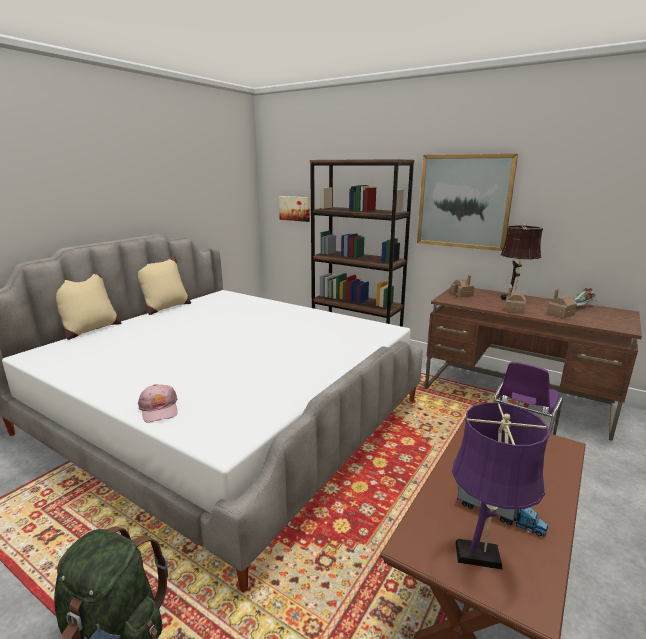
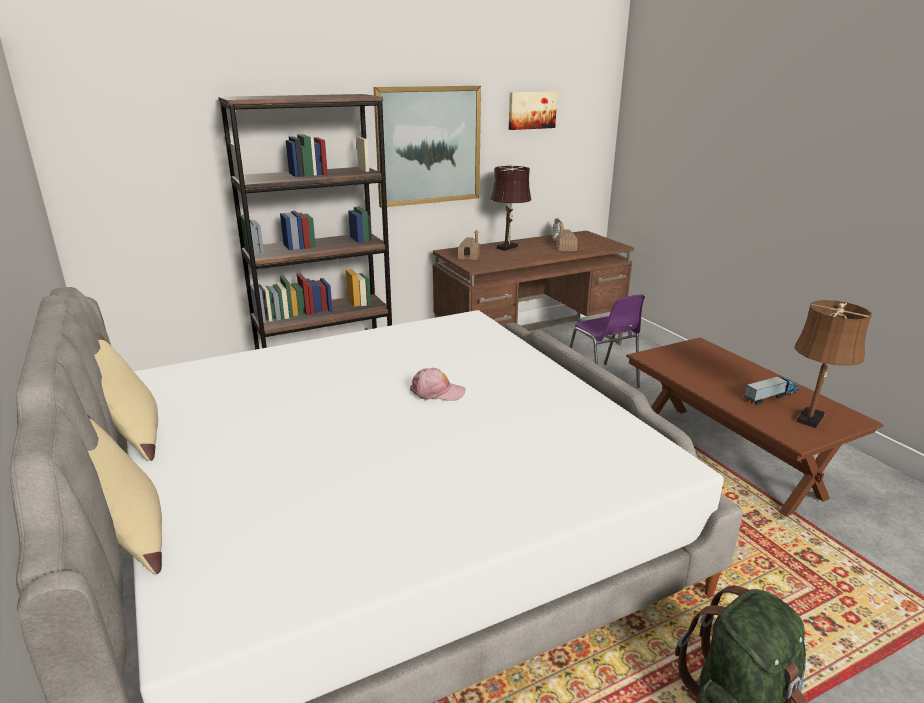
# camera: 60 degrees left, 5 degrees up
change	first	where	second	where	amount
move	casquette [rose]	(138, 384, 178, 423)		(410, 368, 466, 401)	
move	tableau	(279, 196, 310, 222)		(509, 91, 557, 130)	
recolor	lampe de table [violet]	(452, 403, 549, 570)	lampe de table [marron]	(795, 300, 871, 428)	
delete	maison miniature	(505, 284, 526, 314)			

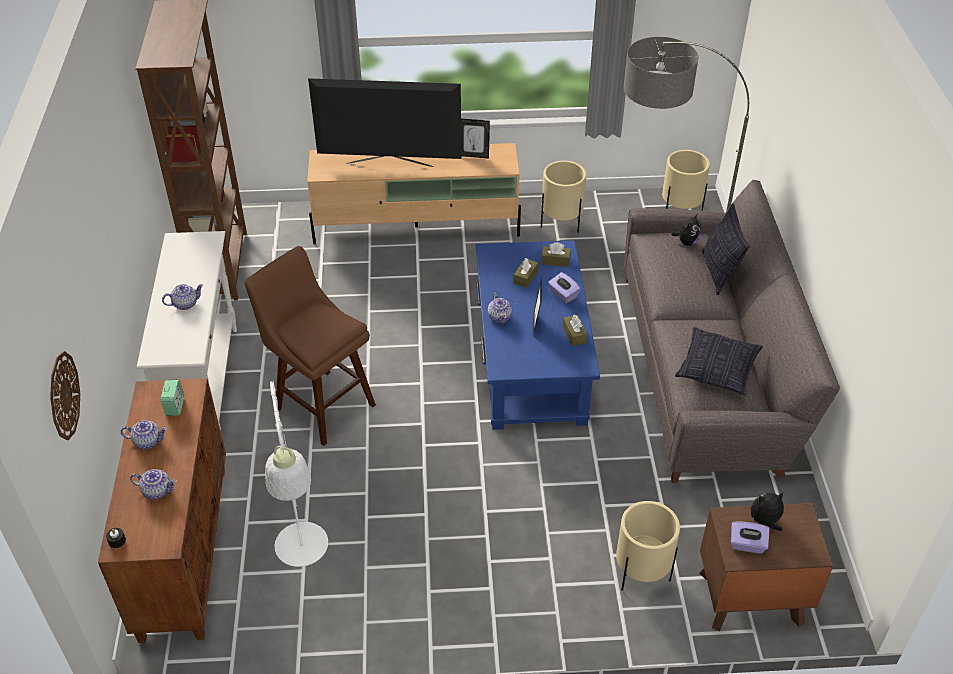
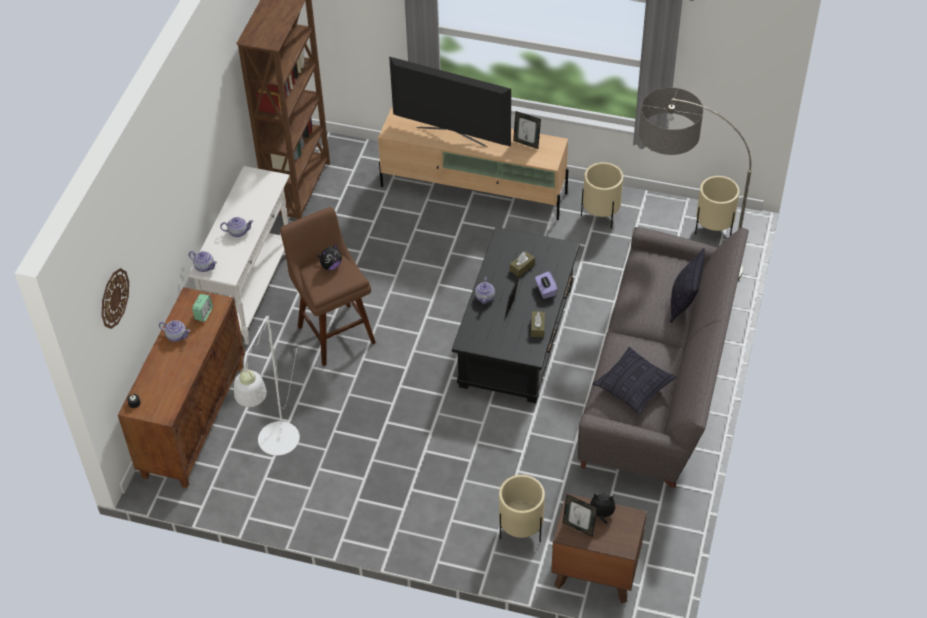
# camera: 20 degrees right, 5 degrees up
change	first	where	second	where	amount
move	théière	(130, 469, 177, 499)		(189, 251, 217, 272)	
move	peluche	(671, 213, 702, 246)		(317, 244, 342, 270)	
recolor	table basse [bleu]	(476, 240, 600, 430)	table basse [noir]	(452, 227, 580, 403)	
replace	boîte à mouchoirs [violet]	(731, 521, 770, 554)	cadre photo	(563, 494, 597, 537)	
delete	boîte à mouchoirs [marron]	(541, 242, 571, 267)			

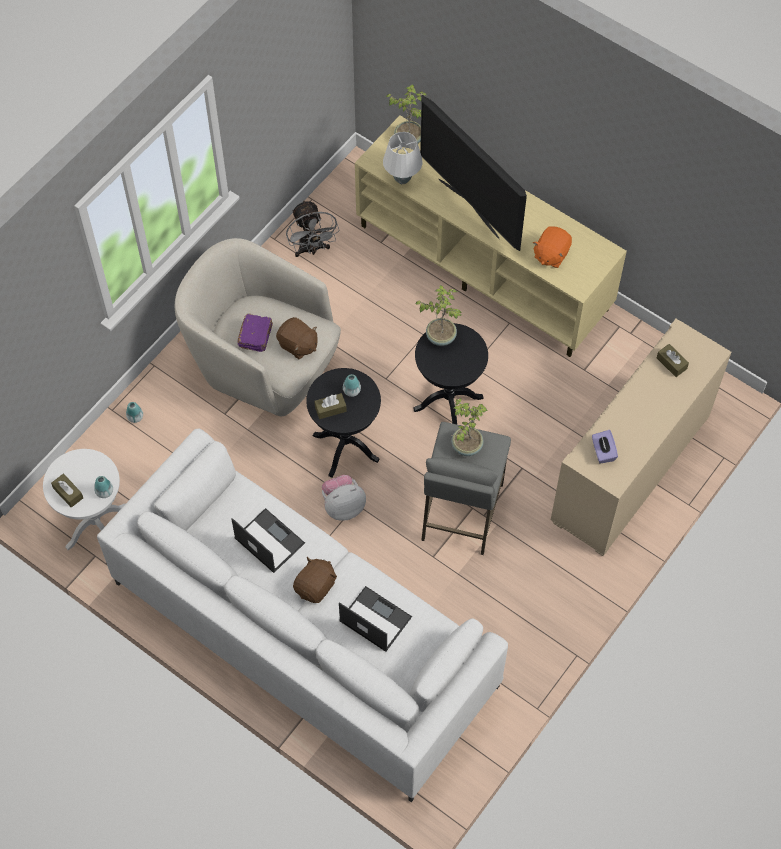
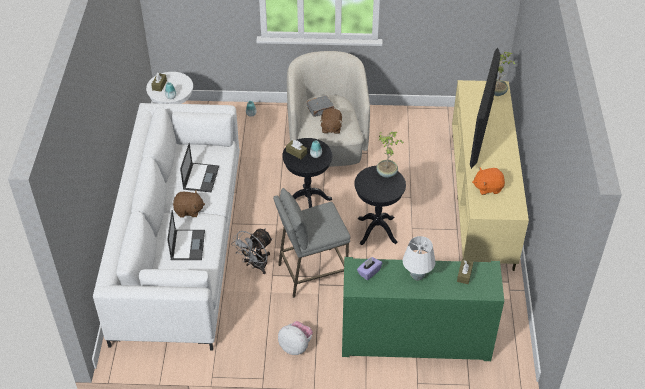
# camera: 55 degrees right, 15 degrees down
change	first	where	second	where	amount
move	ventilateur [gris]	(286, 200, 340, 257)		(231, 228, 273, 274)	
move	peluche	(322, 475, 366, 521)		(278, 321, 313, 355)	
recolor	livre [violet]	(237, 314, 273, 352)	livre [gris]	(307, 95, 334, 117)	
recolor	meuble de rangement [beige]	(551, 319, 731, 556)	meuble de rangement [vert]	(342, 257, 504, 361)	
move	lampe de table [blanc]	(383, 132, 423, 184)		(403, 236, 436, 281)	
delete	plante en pot	(451, 398, 488, 456)			

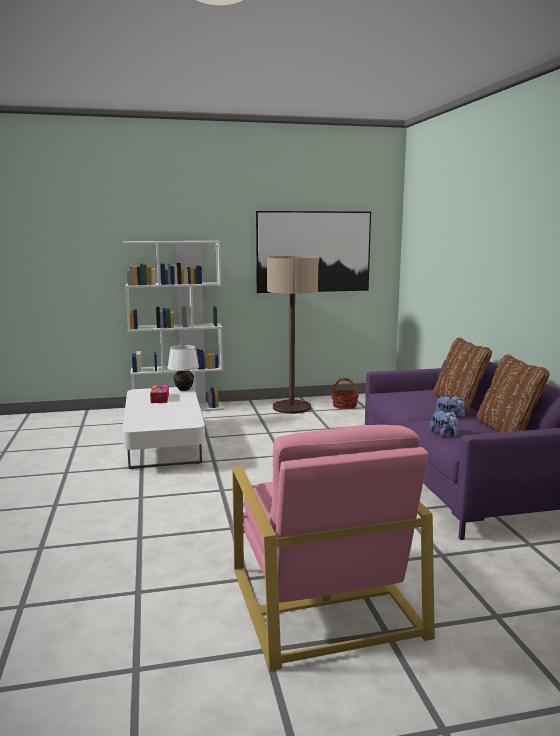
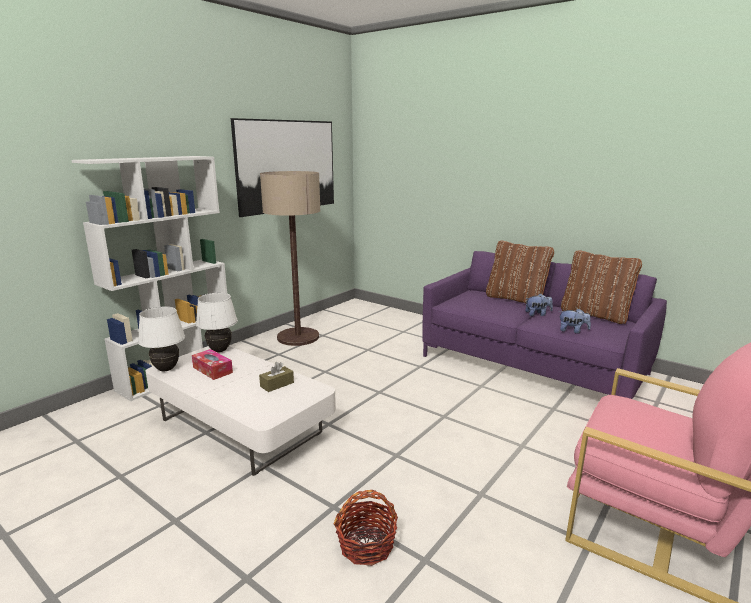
# camera: 40 degrees left, 5 degrees up
change	first	where	second	where	amount
insert			lampe de table [blanc]	(138, 307, 185, 371)	
insert			boîte à mouchoirs [marron]	(259, 362, 294, 392)	
move	panier	(331, 378, 359, 409)		(334, 490, 398, 566)	

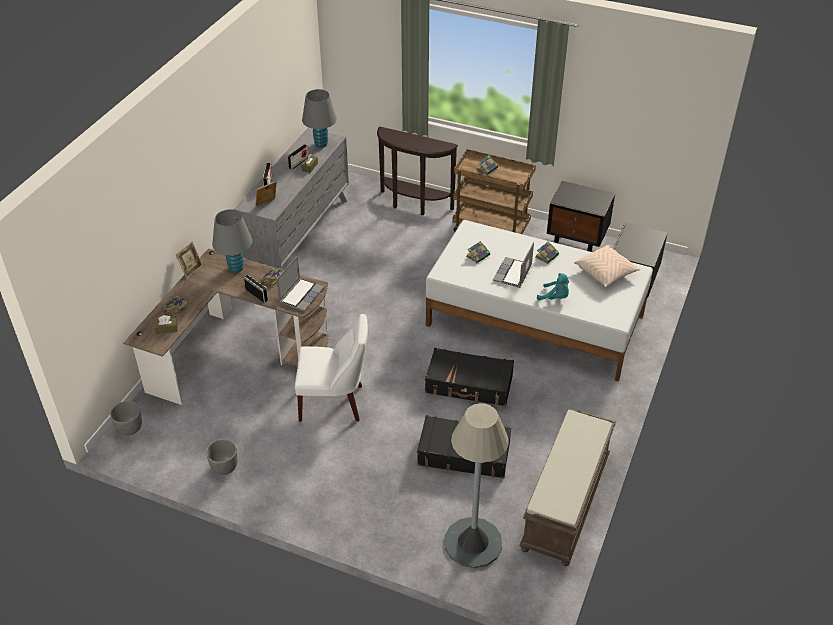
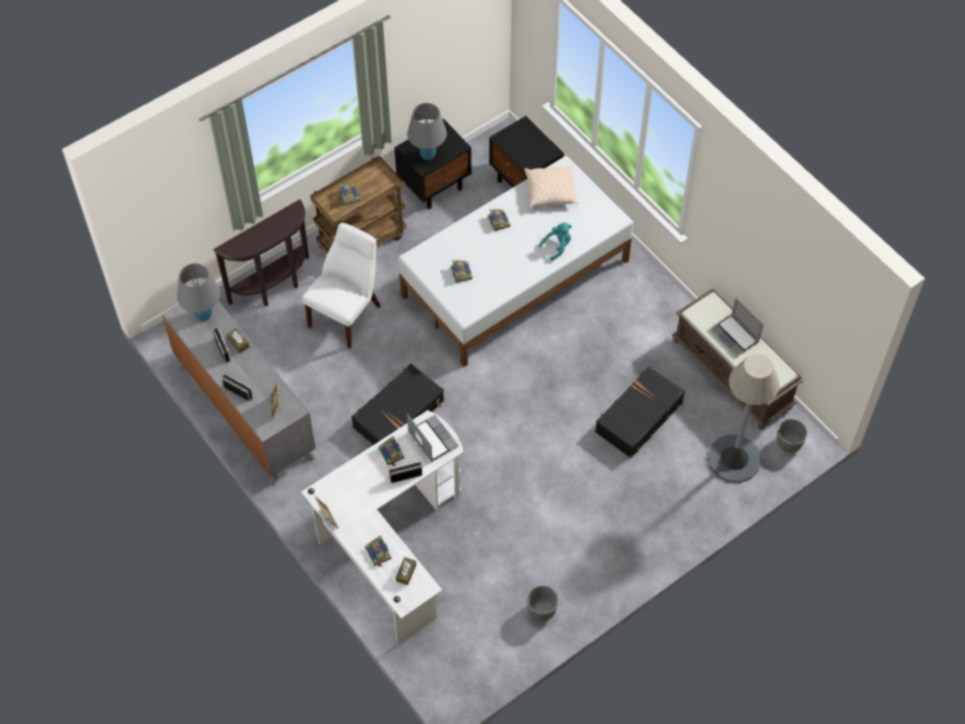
# camera: 60 degrees left, 15 degrees up
change	first	where	second	where	amount
recolor	bureau [marron]	(123, 249, 329, 405)	bureau [blanc]	(301, 410, 464, 645)	
move	chaise [blanc]	(295, 314, 368, 422)		(302, 223, 381, 349)	
move	valise [noir]	(425, 348, 514, 406)		(351, 363, 444, 445)	
move	lampe de table [gris]	(212, 209, 252, 273)		(407, 103, 447, 160)	
move	ordinateur portable	(493, 242, 534, 288)		(709, 297, 764, 357)	
move	cache-pot [gris]	(110, 401, 142, 436)		(777, 419, 808, 453)	

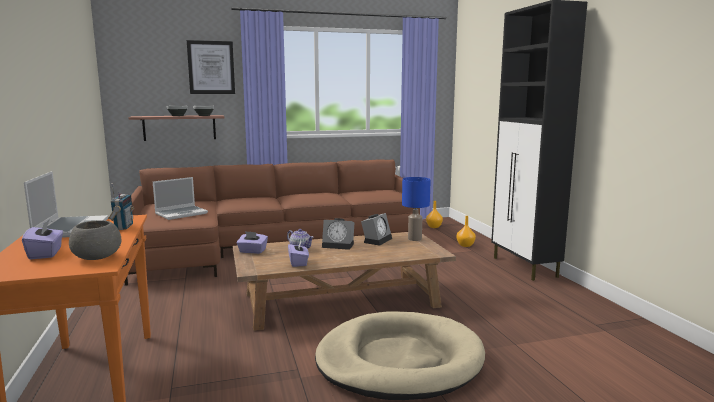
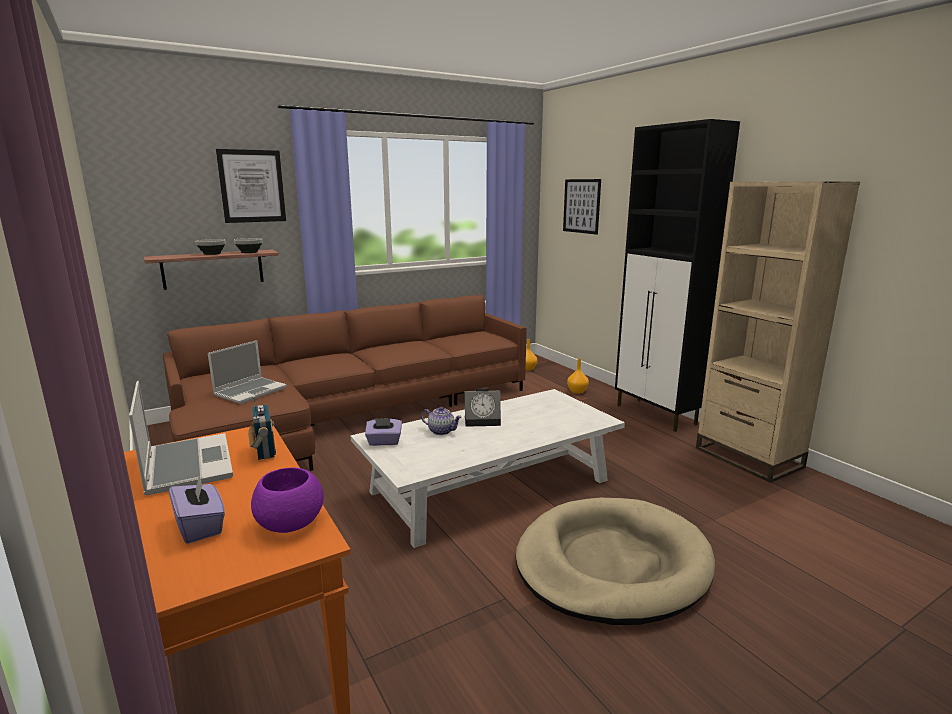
# camera: 15 degrees left, 5 degrees up
change	first	where	second	where	amount
recolor	bol [gris]	(69, 220, 121, 260)	bol [violet]	(251, 468, 324, 533)	
recolor	table basse [marron]	(233, 232, 456, 331)	table basse [blanc]	(351, 389, 625, 548)	
insert			tableau	(563, 179, 601, 235)	
insert			bibliothèque [beige]	(696, 182, 860, 483)	
delete	boîte à mouchoirs [violet]	(288, 241, 309, 267)			
delete	réveil	(361, 213, 392, 246)			
delete	lampe de table [bleu]	(402, 177, 431, 241)			

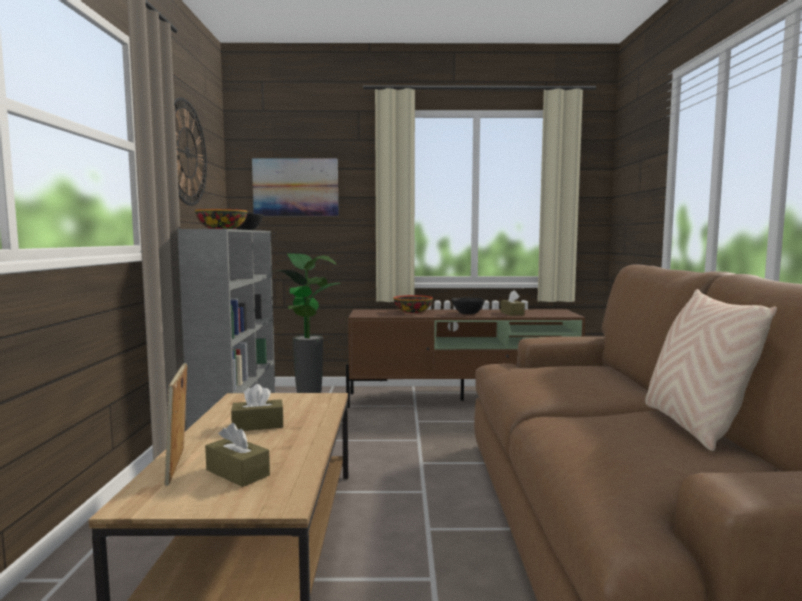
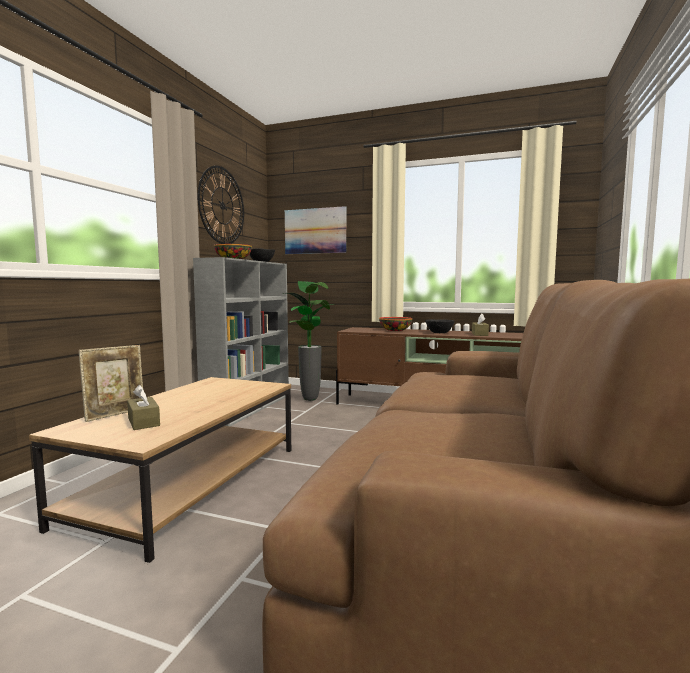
# camera: 20 degrees right, 0 degrees up
change	first	where	second	where	amount
rotate	cadre photo	(164, 363, 187, 486)		(79, 345, 143, 422)	150 degrees counterclockwise
delete	boîte à mouchoirs [marron]	(231, 384, 283, 431)			
delete	coussin [beige]	(645, 289, 777, 451)			

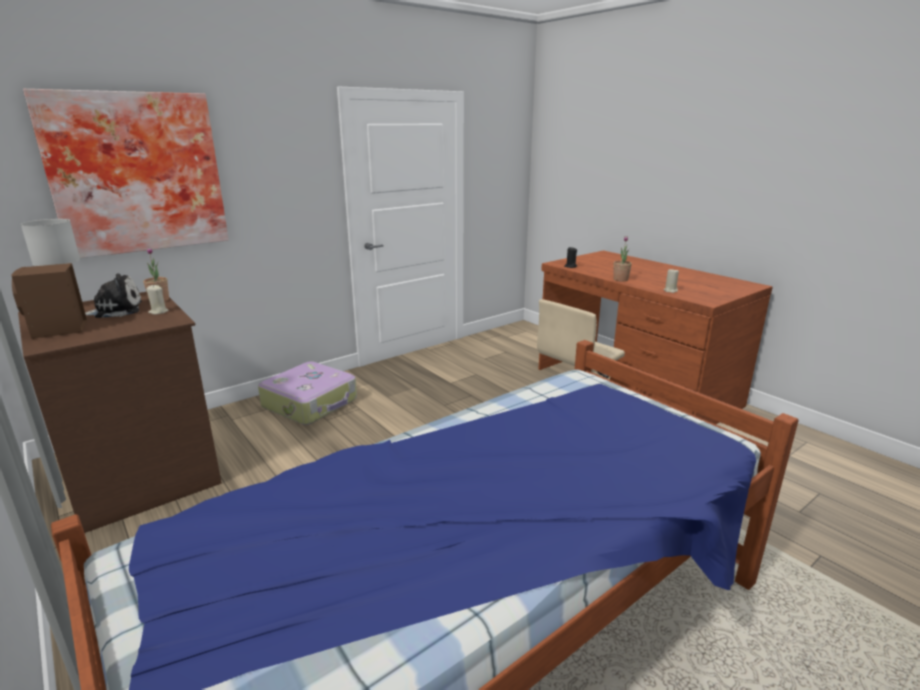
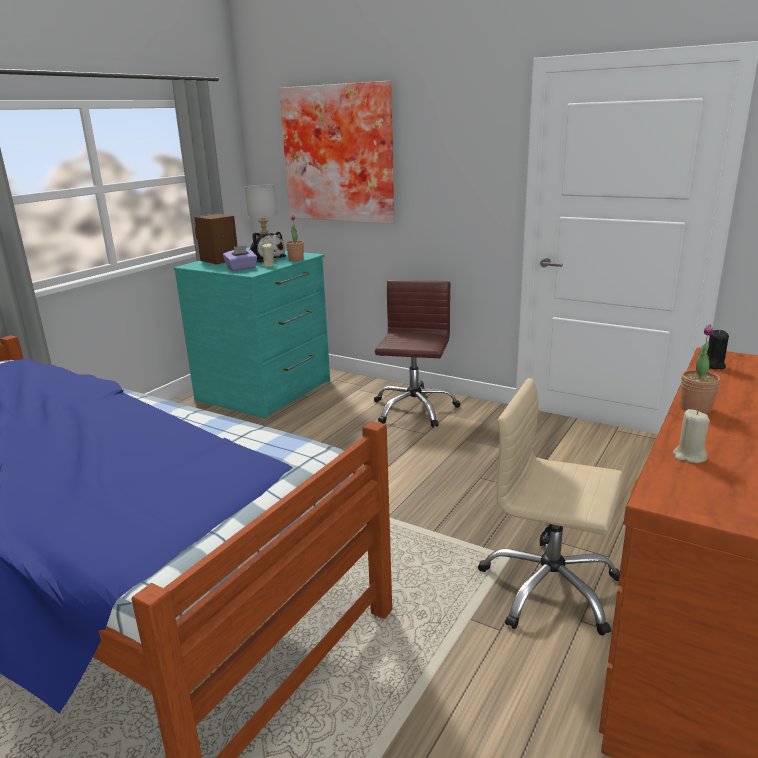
# camera: 70 degrees right, 0 degrees up
change	first	where	second	where	amount
recolor	commode [marron]	(18, 292, 222, 533)	commode [turquoise]	(173, 247, 330, 419)	
insert			boîte à mouchoirs [violet]	(223, 245, 257, 271)	
replace	valise	(258, 361, 357, 425)	chaise de bureau [marron]	(374, 280, 461, 427)	

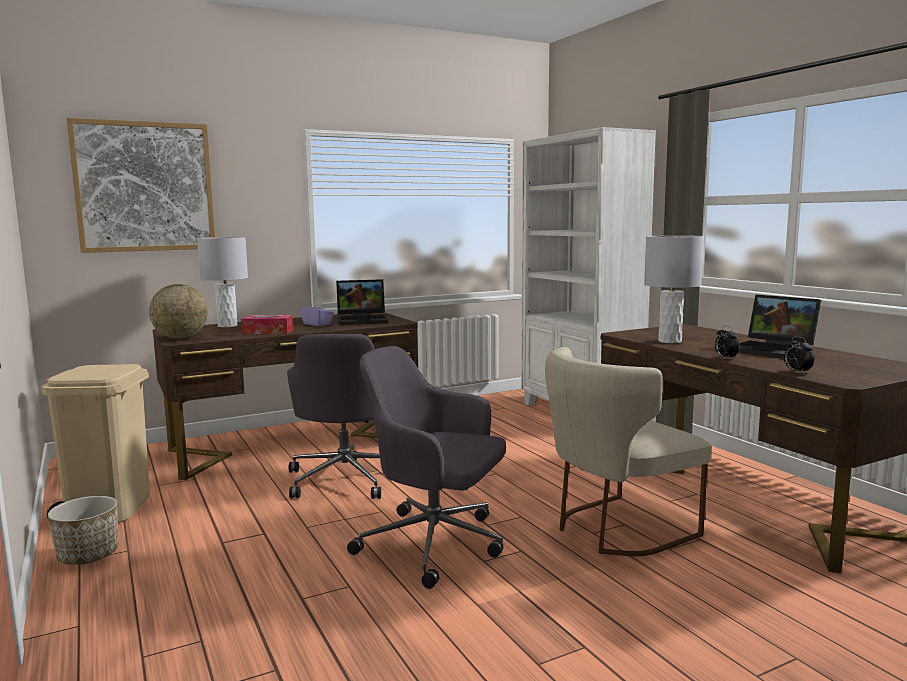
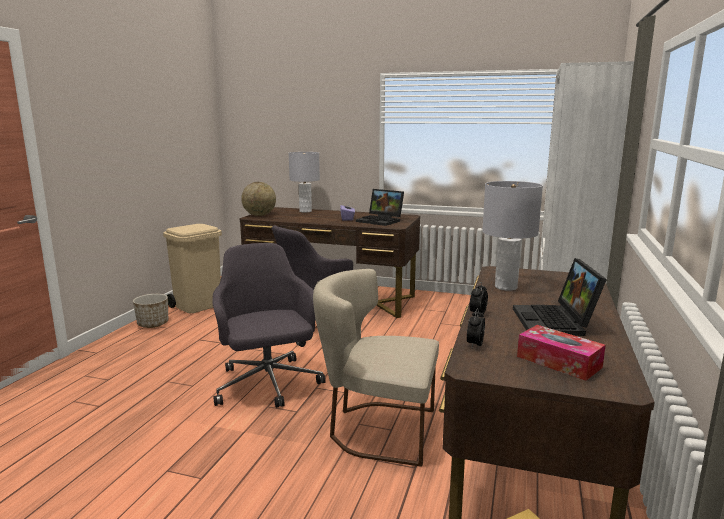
# camera: 45 degrees right, 5 degrees up
change	first	where	second	where	amount
move	boîte à mouchoirs	(241, 315, 293, 334)		(517, 325, 606, 381)	
delete	tableau	(67, 118, 215, 253)			

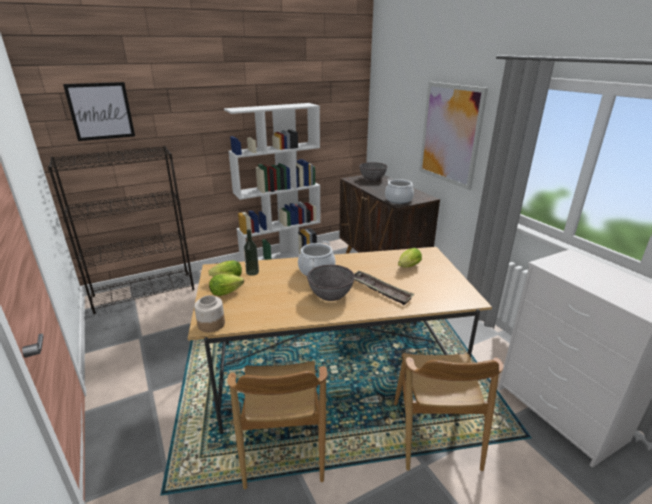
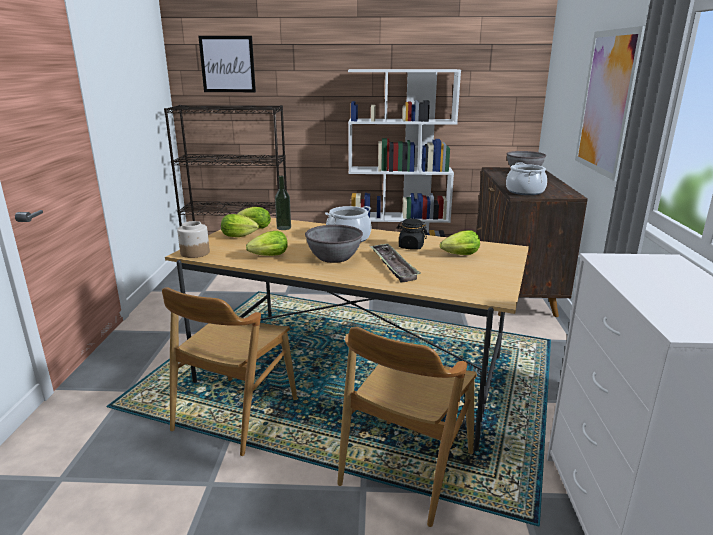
# camera: 30 degrees right, 5 degrees down
change	first	where	second	where	amount
insert			laitue	(246, 231, 288, 256)	
insert			bocal [noir]	(397, 219, 427, 250)	

